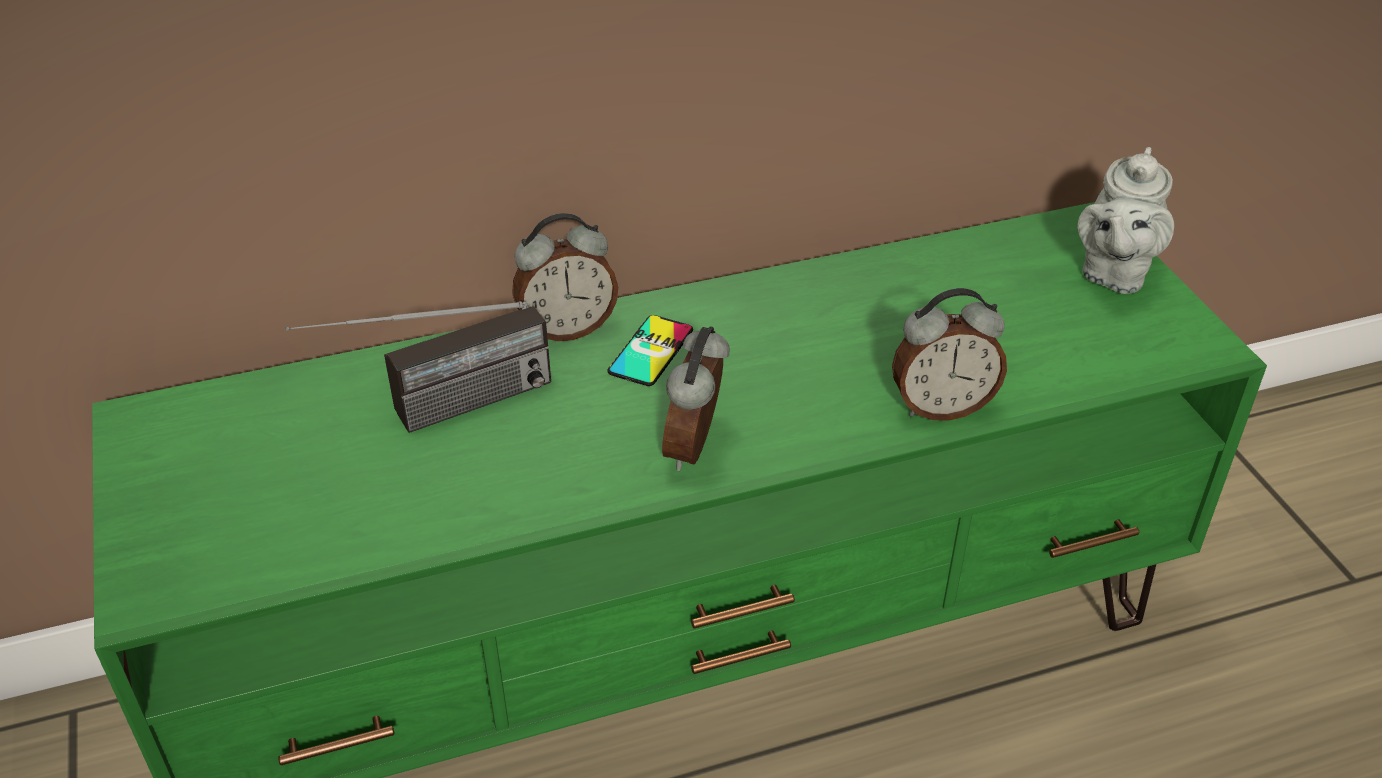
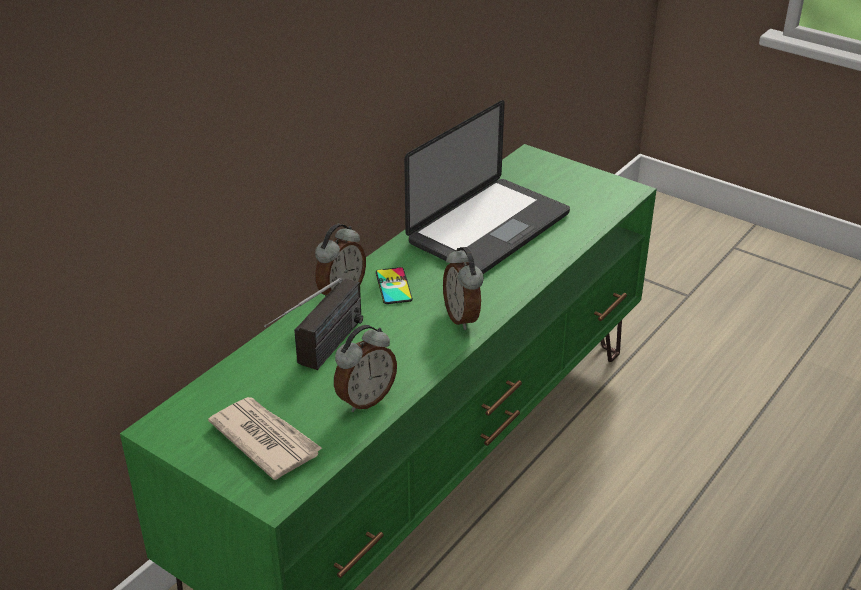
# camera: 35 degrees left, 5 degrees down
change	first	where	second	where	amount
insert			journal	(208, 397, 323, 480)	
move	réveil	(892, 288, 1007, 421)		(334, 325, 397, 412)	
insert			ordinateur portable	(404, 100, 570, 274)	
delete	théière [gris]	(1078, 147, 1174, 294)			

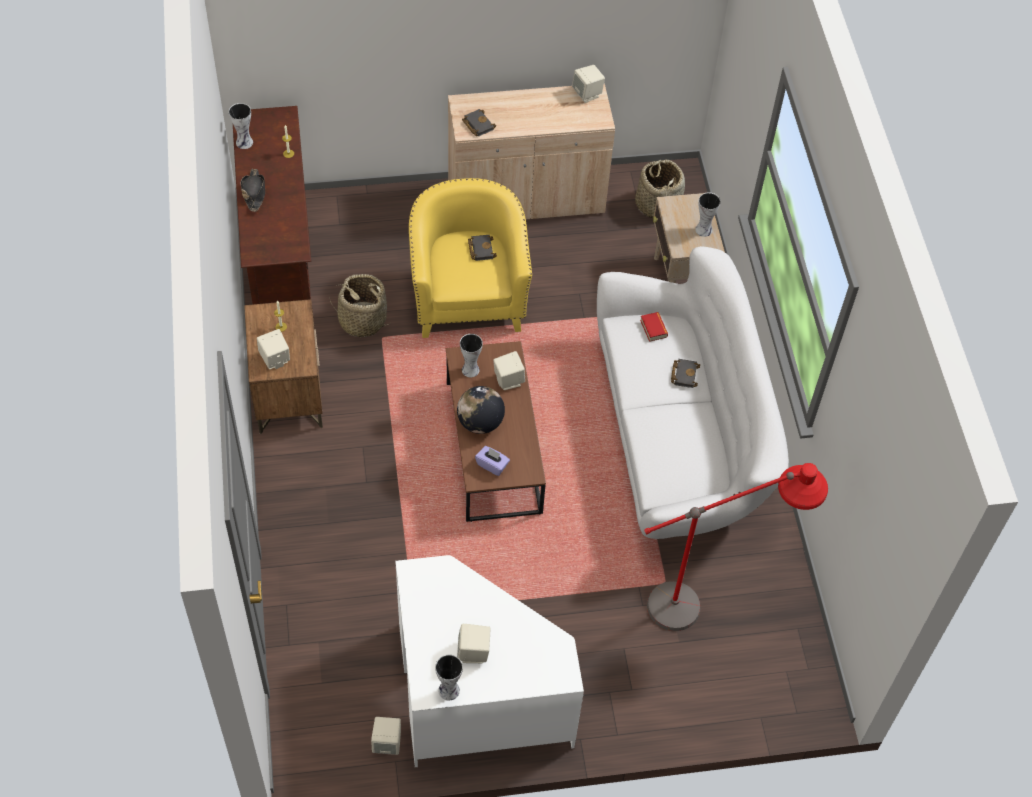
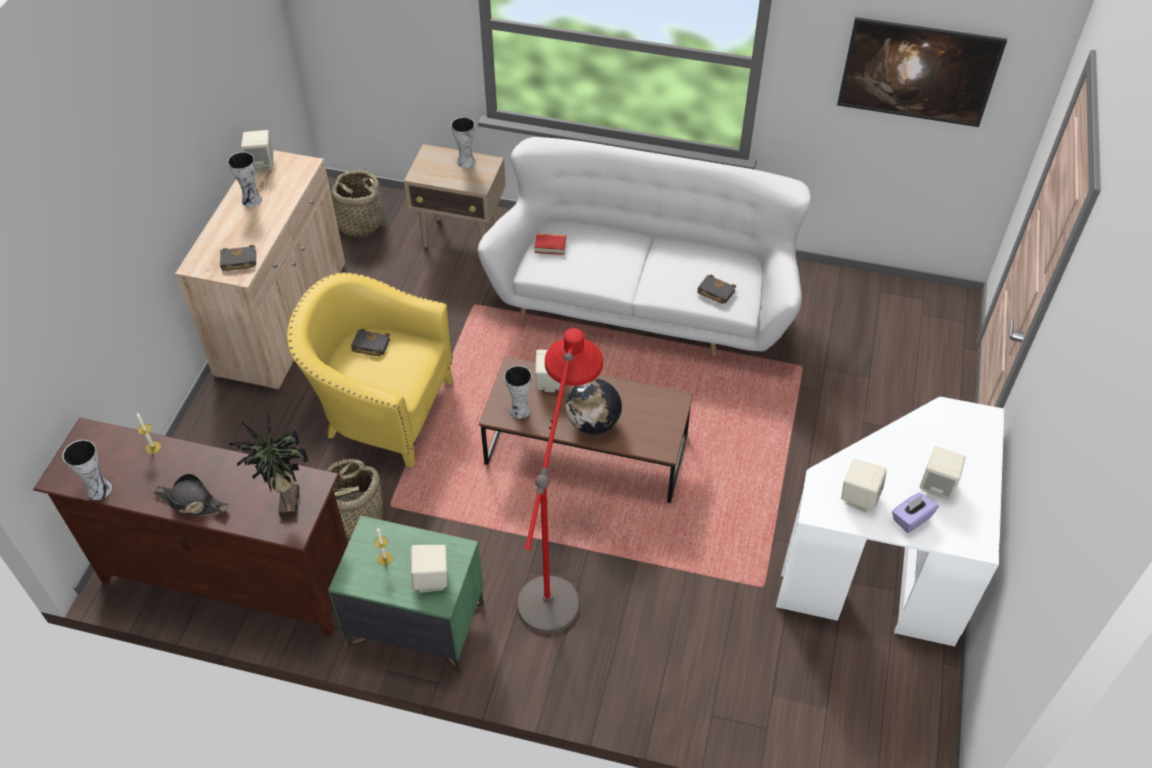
# camera: 65 degrees left, 5 degrees down
change	first	where	second	where	amount
move	vase	(435, 655, 463, 701)		(228, 152, 262, 207)	
insert			plante en pot	(228, 413, 308, 517)	
recolor	table de chevet [marron]	(244, 299, 323, 434)	table de chevet [vert]	(328, 515, 484, 674)	
move	lampadaire [rouge]	(644, 463, 828, 631)		(517, 328, 603, 634)	
move	livre [noir]	(671, 359, 700, 388)		(697, 275, 736, 304)	
insert			tableau	(837, 17, 1007, 127)	
move	enceinte [beige]	(371, 717, 401, 755)		(841, 459, 887, 513)	
move	boîte à mouchoirs [violet]	(475, 446, 510, 476)		(892, 493, 939, 533)	

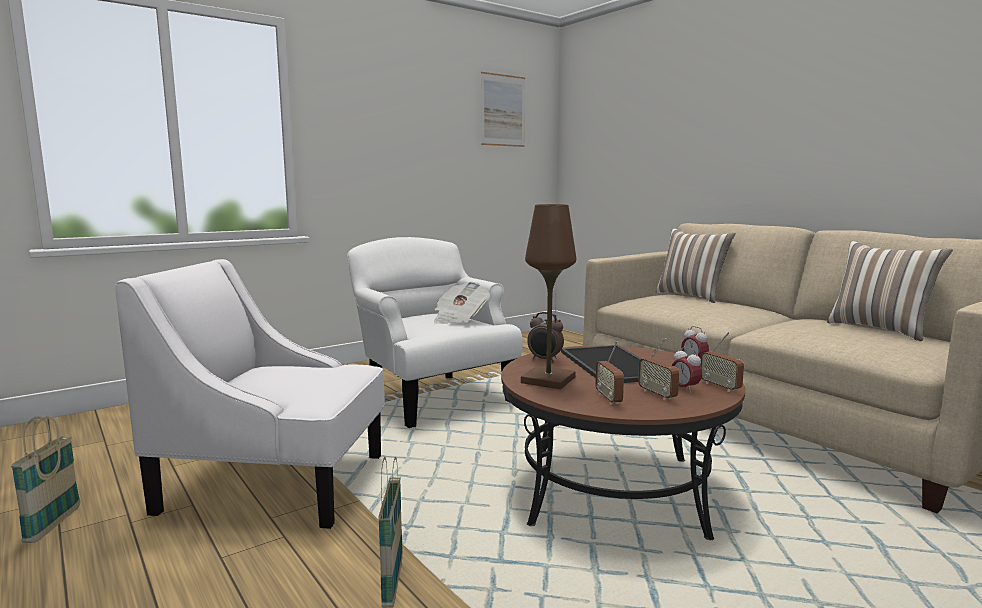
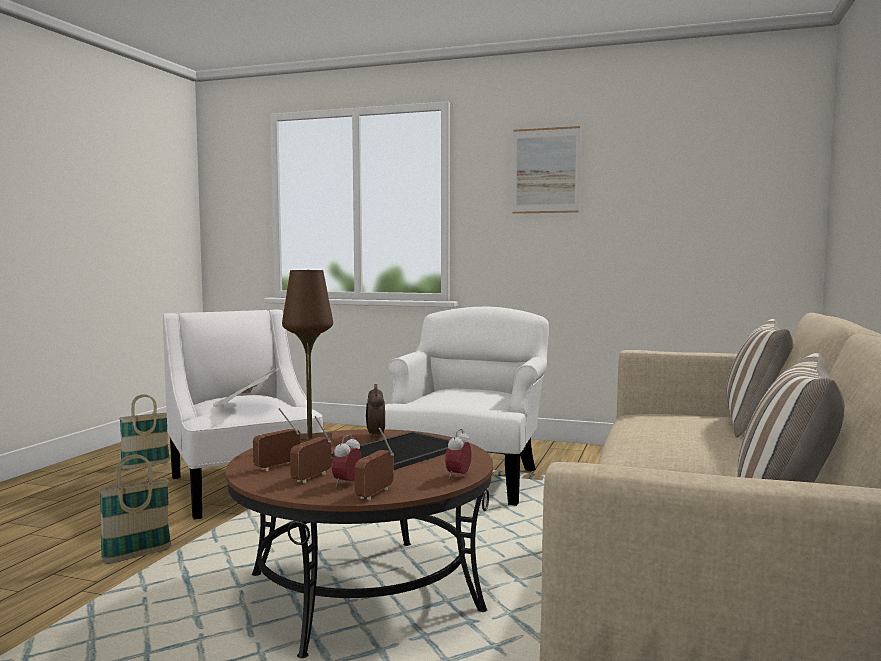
# camera: 55 degrees right, 5 degrees down
change	first	where	second	where	amount
move	journal	(434, 282, 490, 324)		(213, 367, 280, 407)	
move	tableau	(481, 72, 525, 147)		(513, 126, 580, 214)	

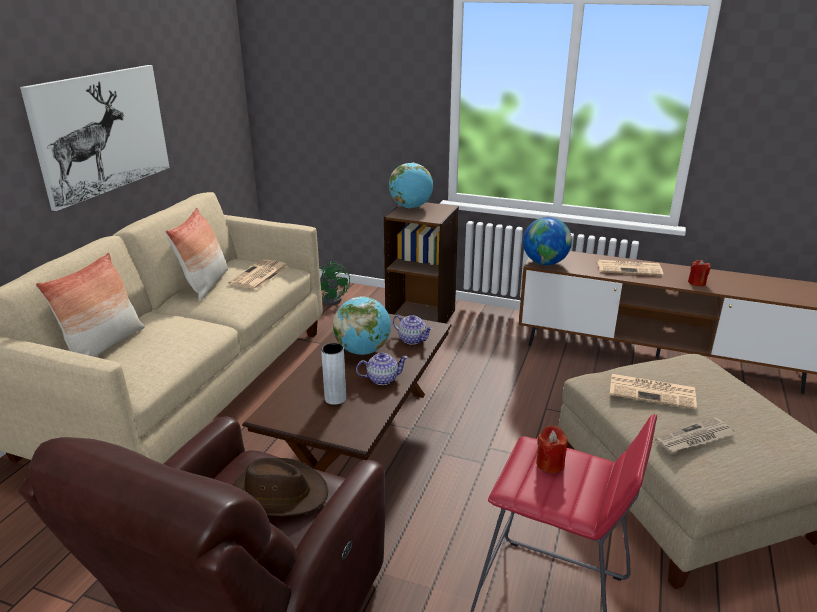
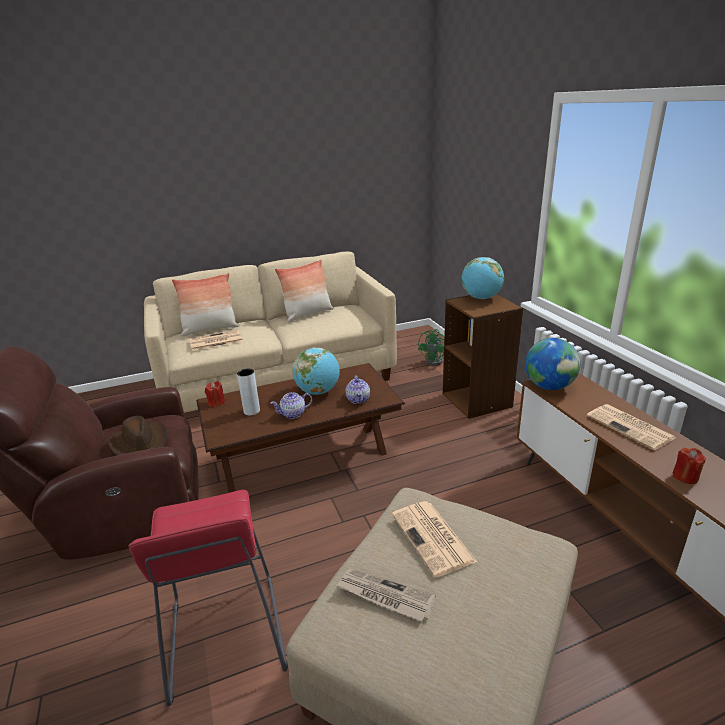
# camera: 50 degrees right, 0 degrees up
change	first	where	second	where	amount
move	journal	(229, 259, 288, 290)		(190, 330, 243, 351)	
move	bougie [rouge]	(536, 426, 567, 473)		(205, 381, 225, 407)	
rotate	théière	(356, 352, 408, 385)		(270, 392, 312, 419)	120 degrees clockwise
delete	tableau	(20, 65, 170, 211)			

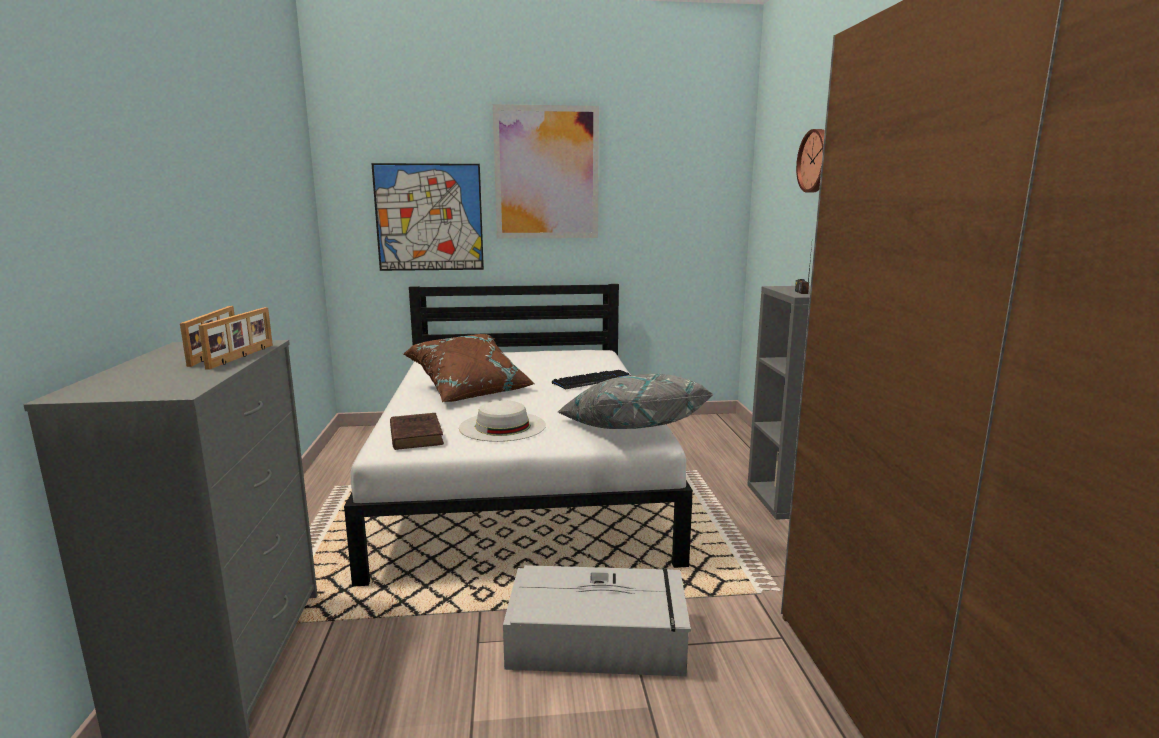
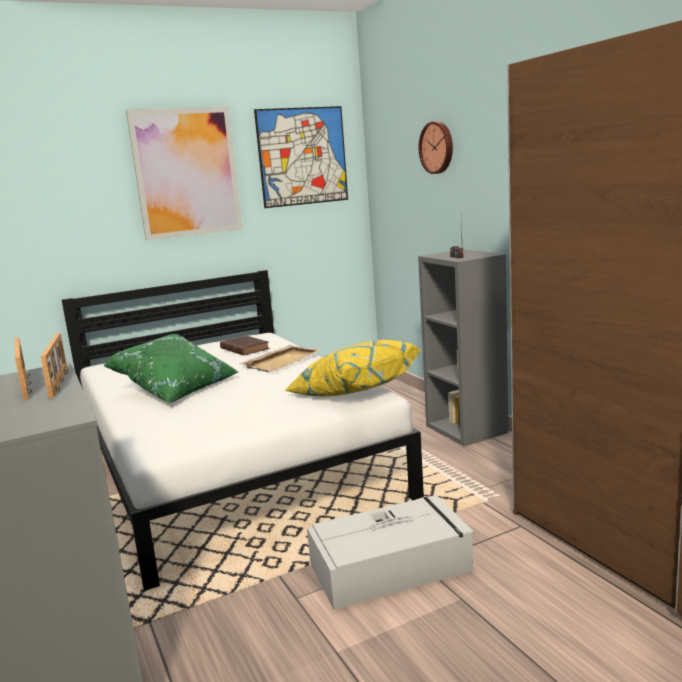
# camera: 20 degrees left, 0 degrees up
change	first	where	second	where	amount
recolor	coussin [marron]	(404, 334, 535, 402)	coussin [vert]	(104, 334, 238, 403)	
move	livre [marron]	(390, 413, 444, 450)		(220, 335, 270, 356)	
replace	clavier	(552, 370, 630, 389)	plateau [beige]	(240, 345, 322, 372)	
move	tableau	(371, 163, 484, 271)		(254, 106, 348, 208)	
recolor	coussin [gris]	(558, 374, 714, 429)	coussin [jaune]	(284, 340, 420, 397)	
delete	chapeau [blanc]	(459, 401, 546, 442)			

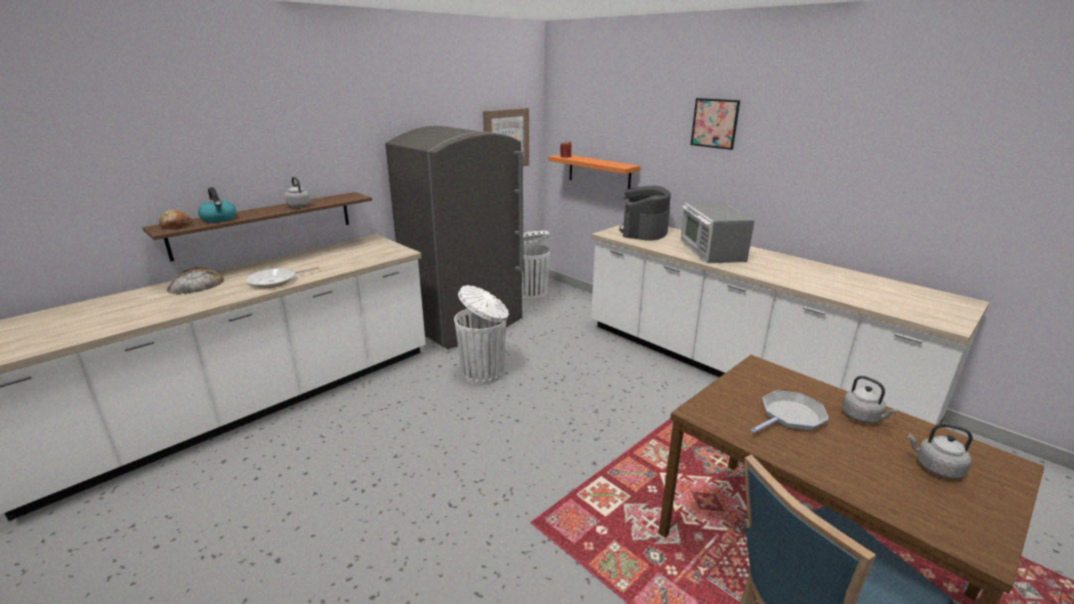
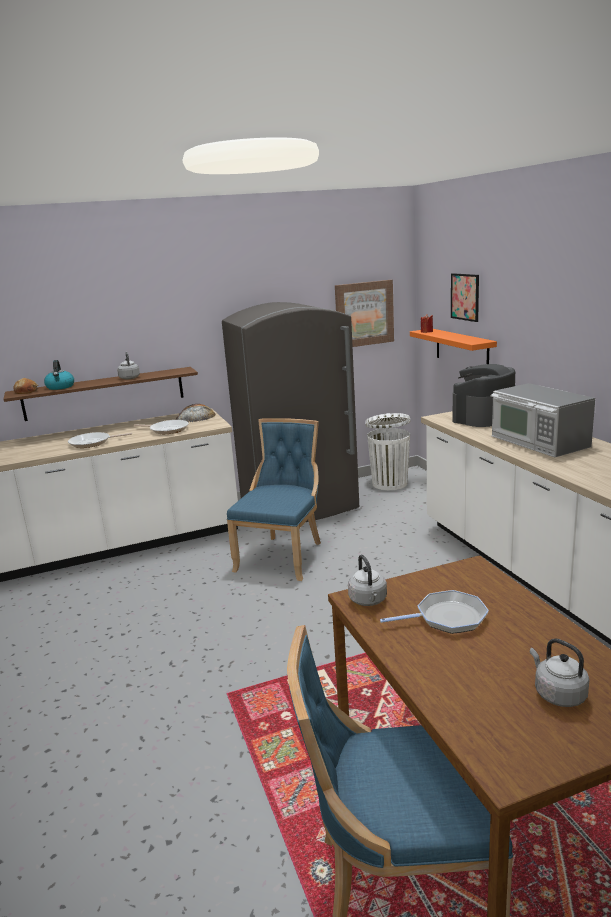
# camera: 25 degrees right, 5 degrees down
change	first	where	second	where	amount
insert			poêle	(134, 420, 189, 434)	
move	pain	(167, 267, 225, 295)		(176, 404, 216, 422)	
replace	poubelle [blanc]	(454, 285, 509, 385)	chaise [bleu]	(227, 418, 321, 581)	
move	bouilloire [gris]	(842, 376, 898, 423)		(348, 554, 387, 606)	
move	tableau	(690, 98, 740, 150)		(451, 273, 479, 322)	
rotate	micro-ondes	(680, 202, 755, 263)		(490, 383, 595, 457)	45 degrees counterclockwise

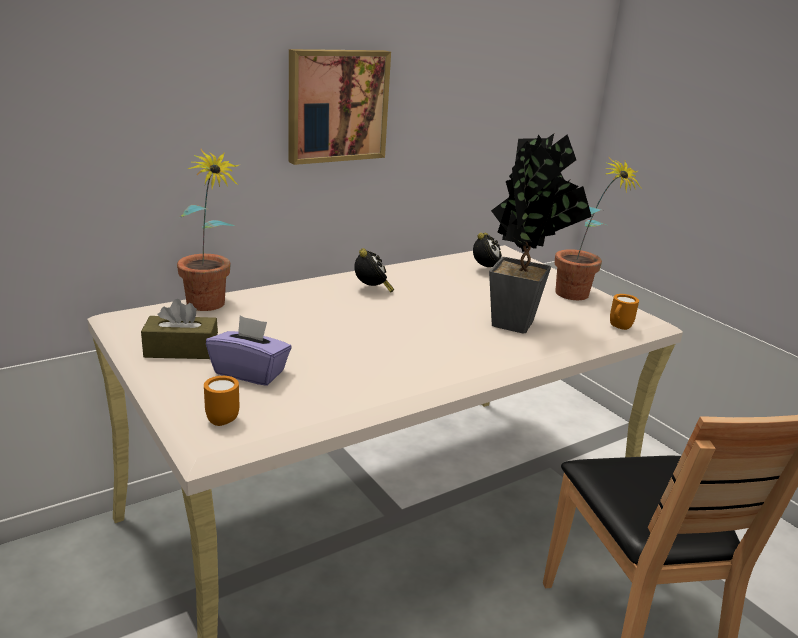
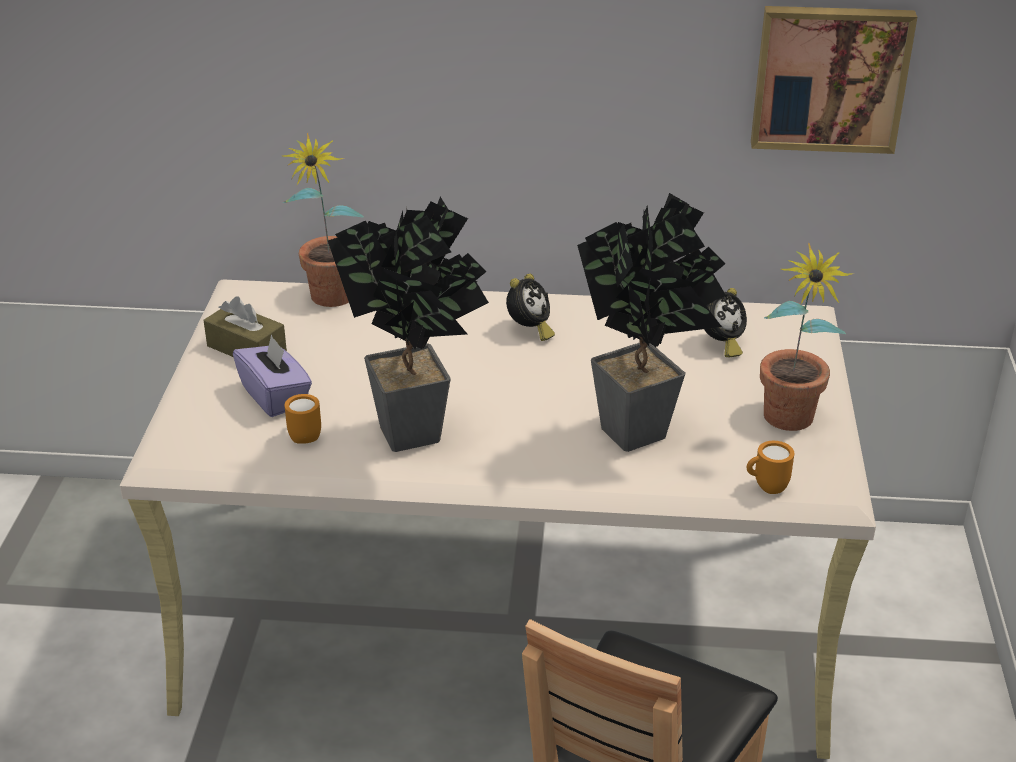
# camera: 40 degrees right, 10 degrees up
change	first	where	second	where	amount
move	mug [orange]	(204, 376, 239, 426)		(284, 394, 321, 444)	
insert			plante en pot	(328, 197, 489, 452)	
move	tableau	(288, 49, 391, 165)		(751, 6, 917, 154)	

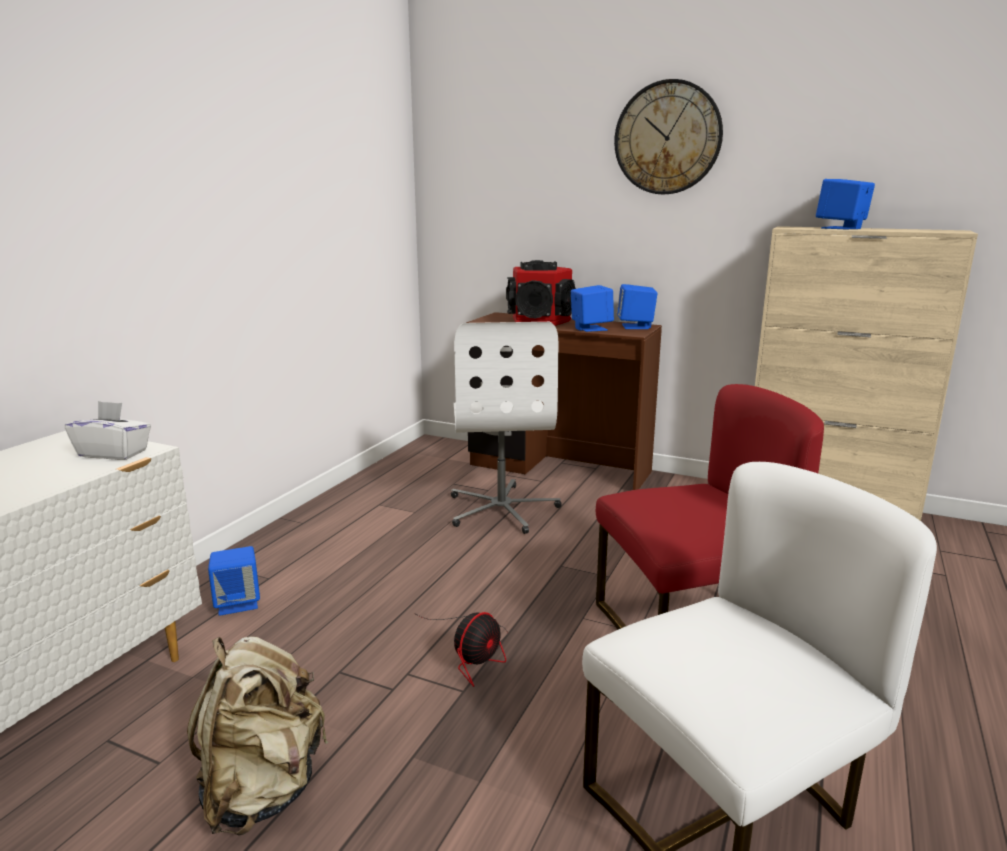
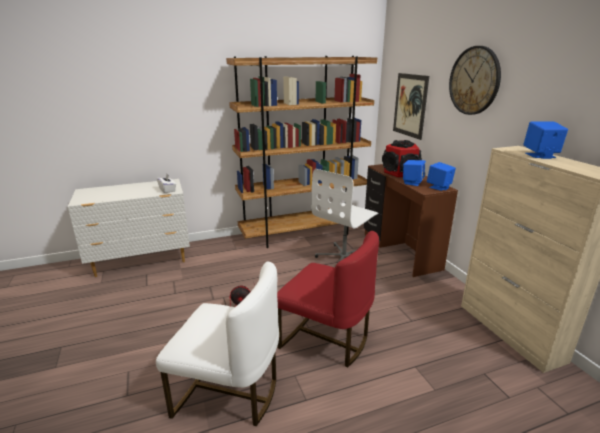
# camera: 45 degrees right, 5 degrees up
change	first	where	second	where	amount
insert			bibliothèque [marron]	(226, 56, 377, 248)	
insert			tableau	(393, 73, 429, 140)	
delete	sac à dos [beige]	(187, 636, 328, 836)			
delete	enceinte [bleu]	(208, 546, 260, 616)			

